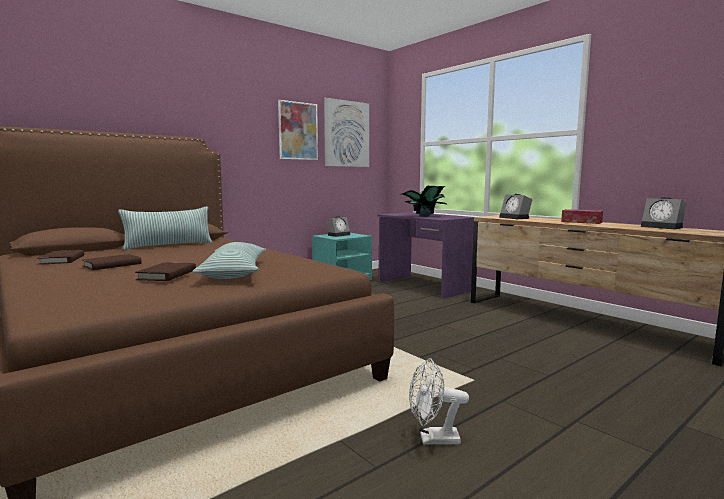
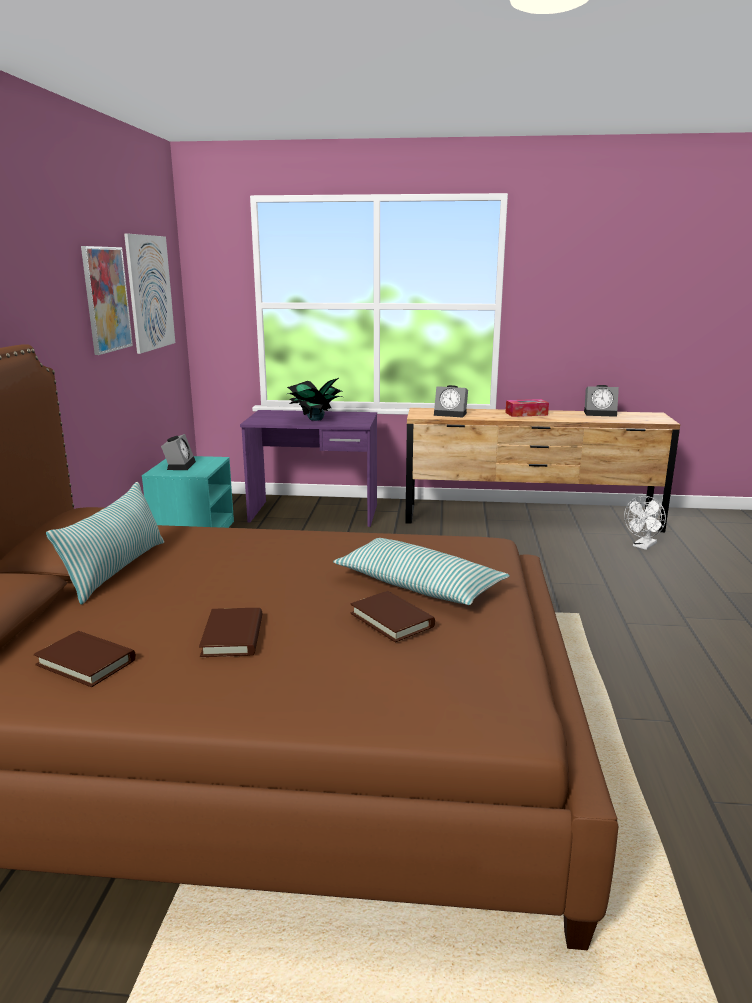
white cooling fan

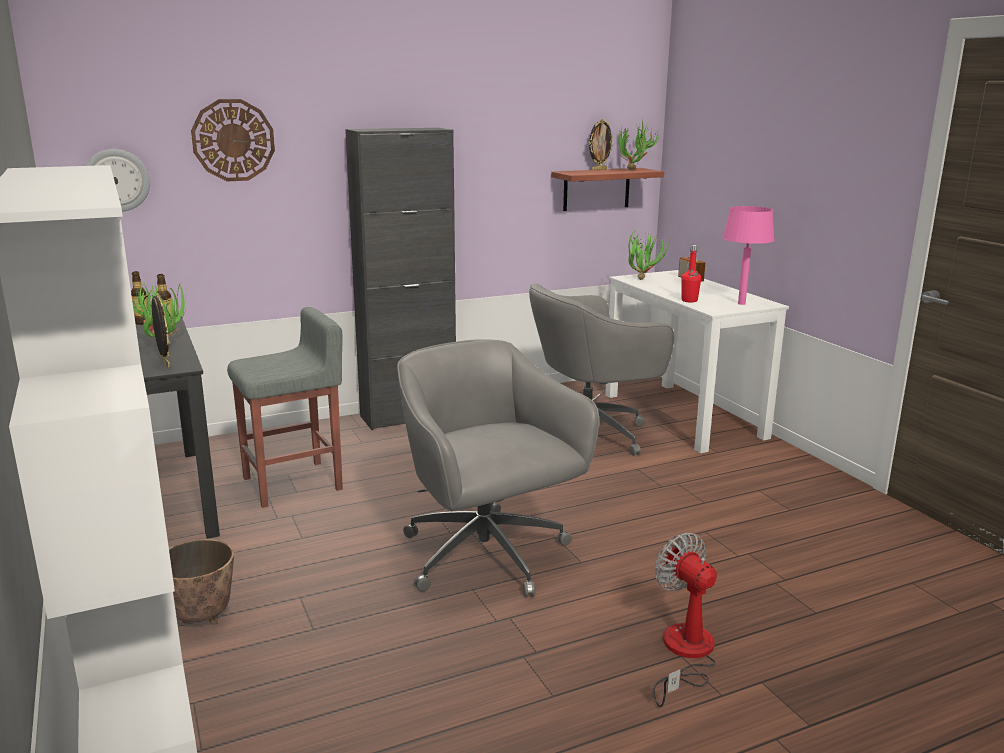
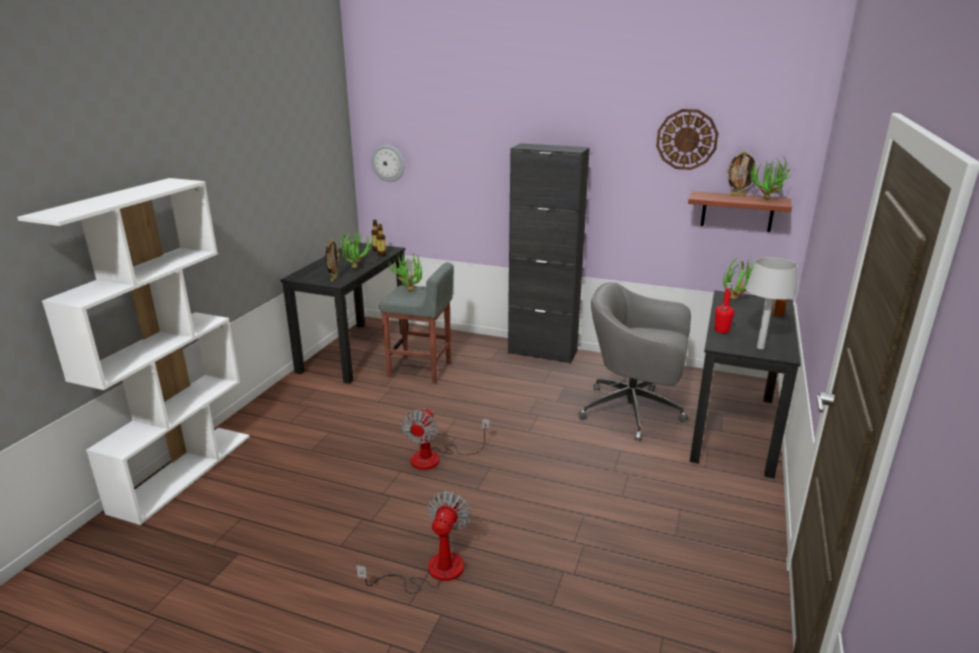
potted plant (no. 2 from left); cooling fan (no. 2 from left); hanging clock (no. 2 from left); blackish desk unit (no. 2 from left); greyish lamp for a table; flower pot

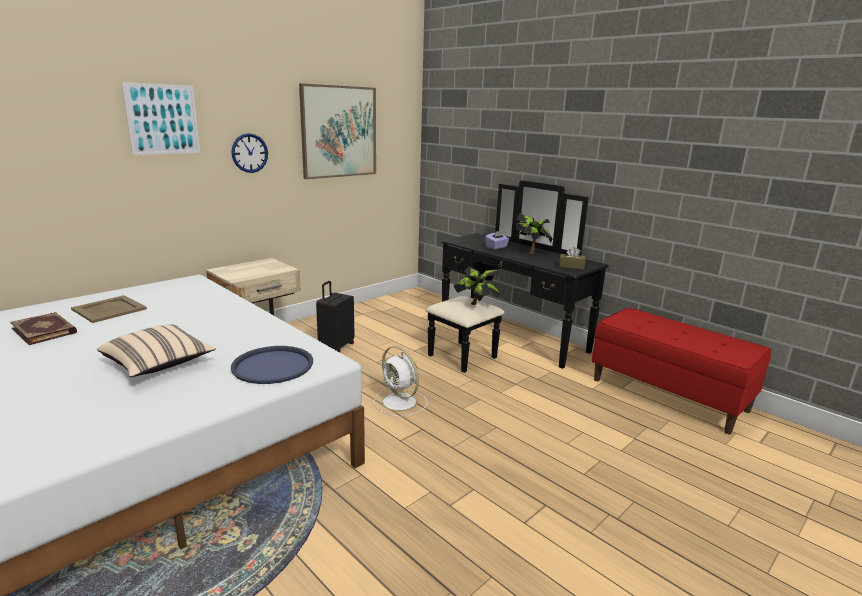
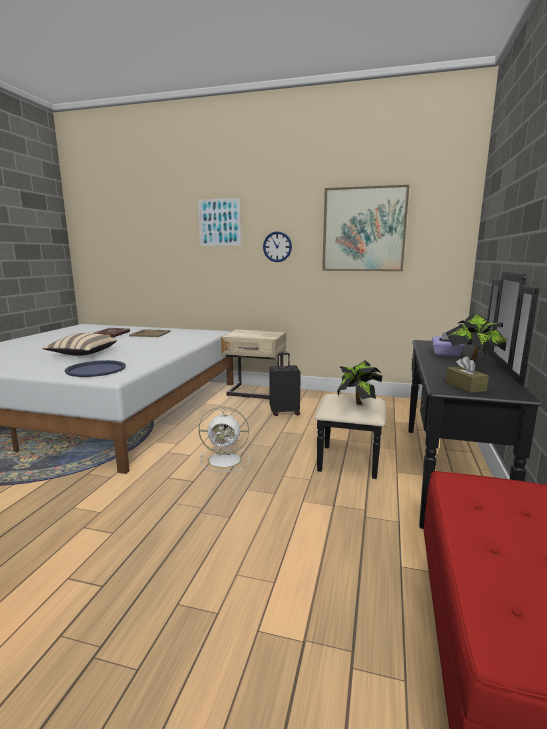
white cooling fan

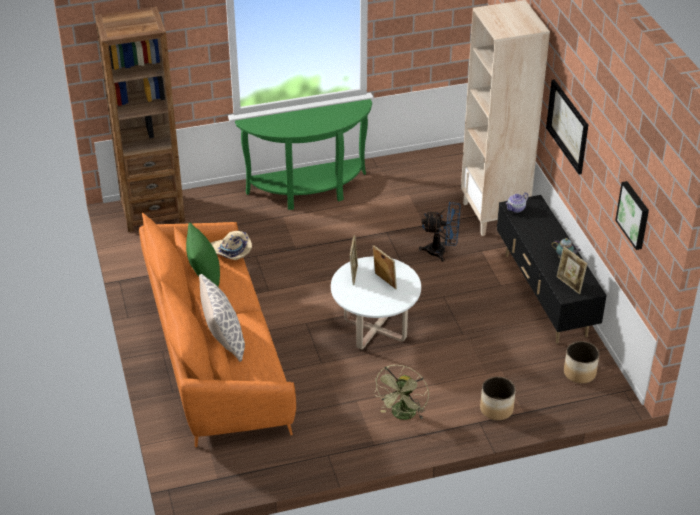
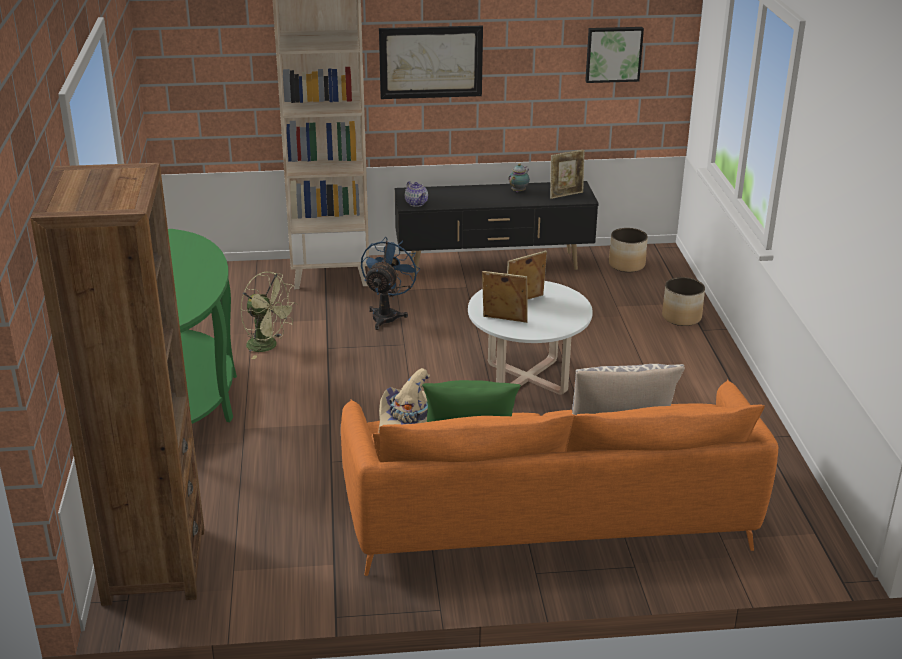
green cooling fan

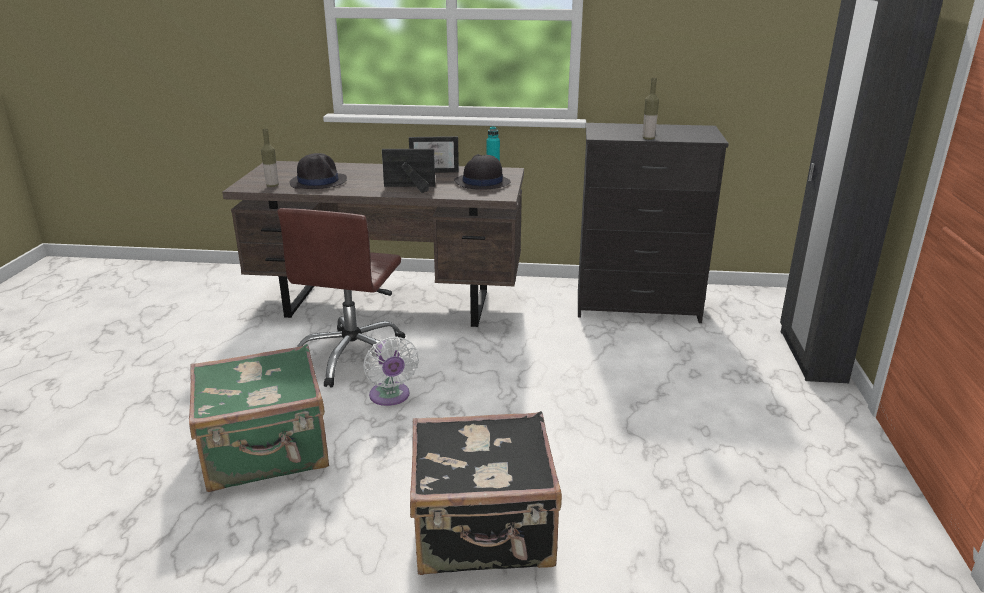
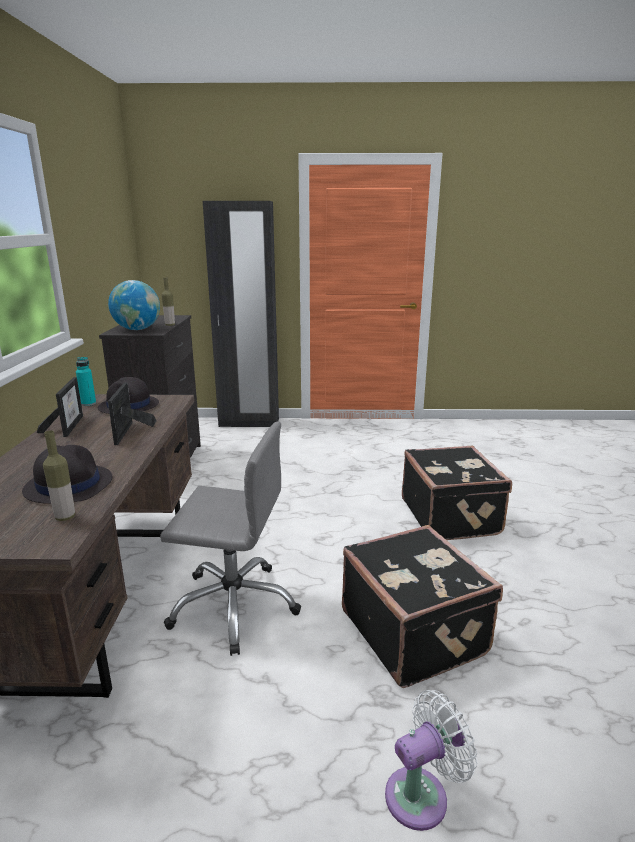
globe; greyish office chair; blackish piece of luggage (no. 1 from left); white cooling fan

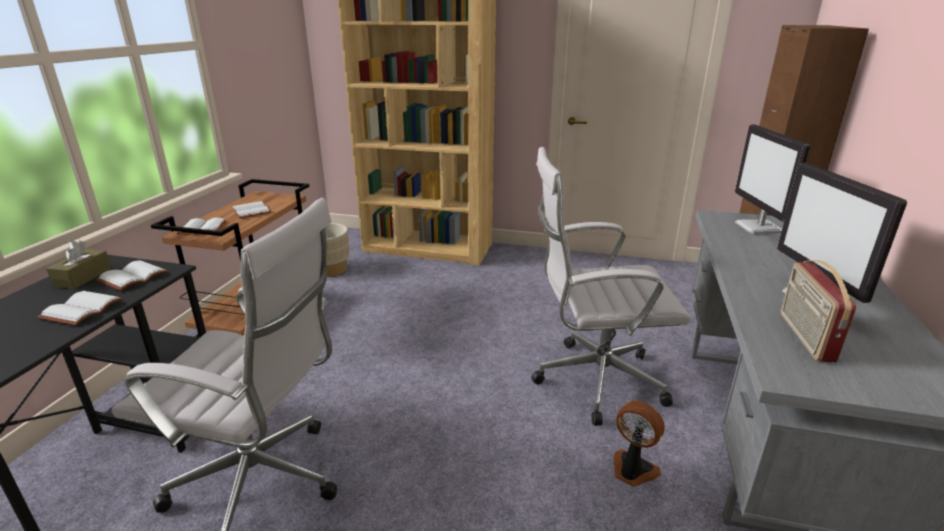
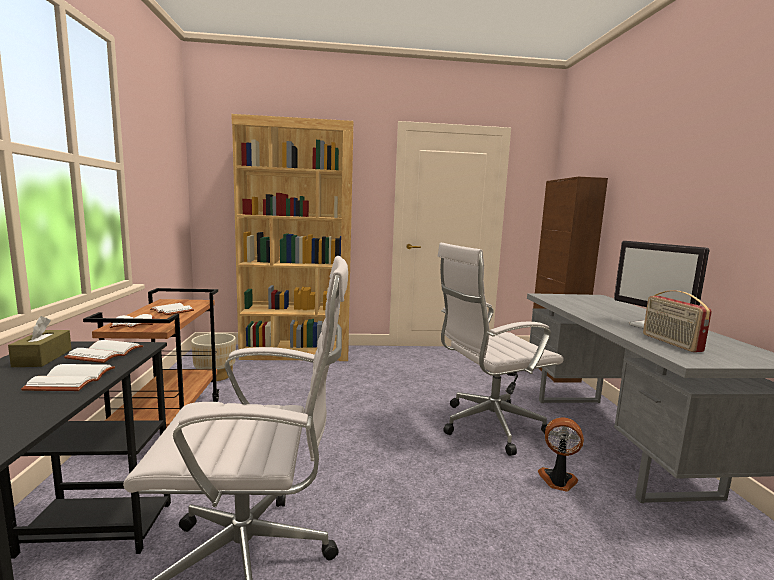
computer screen (no. 1 from left in the first image)

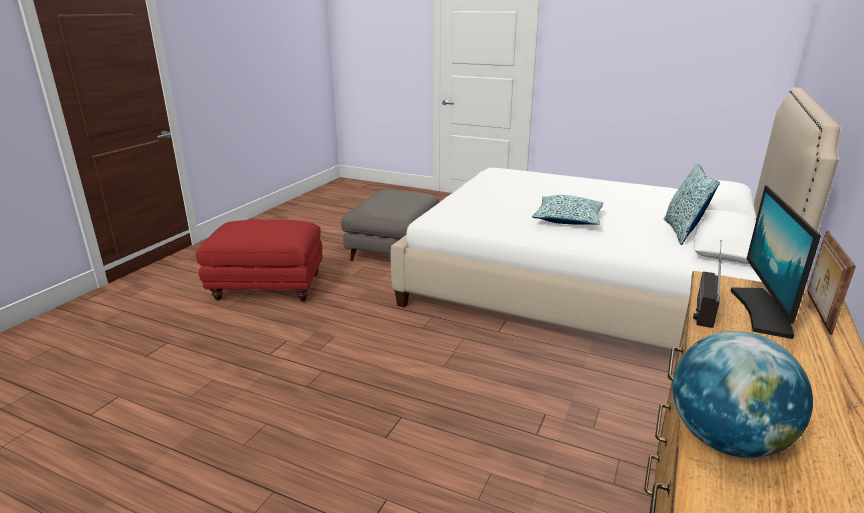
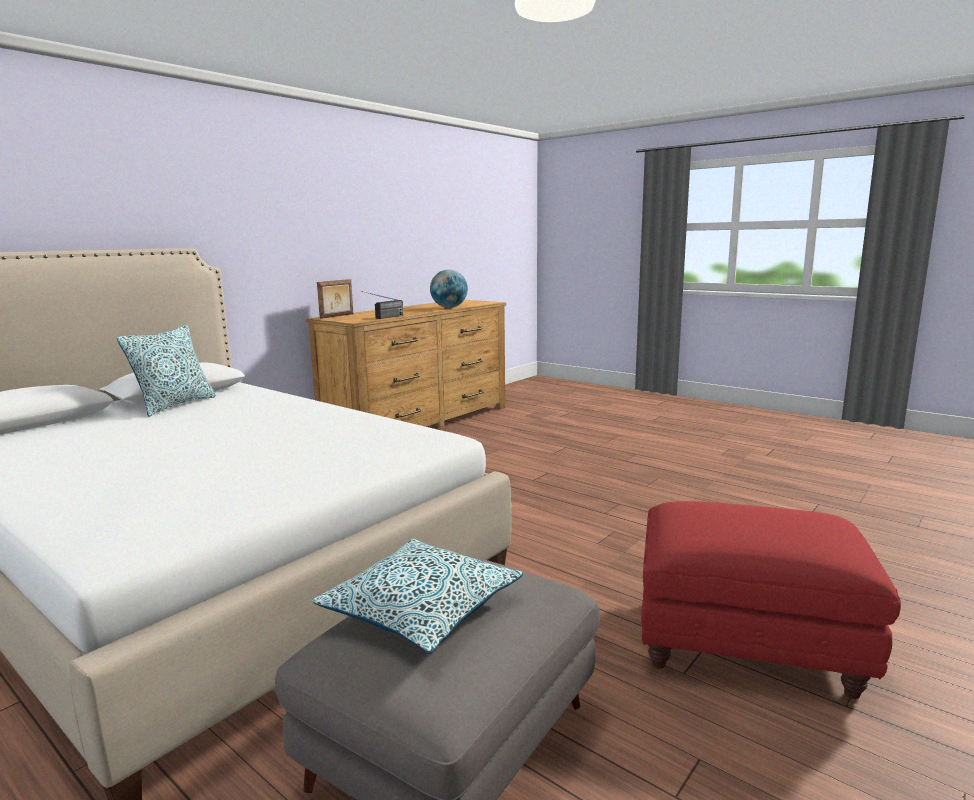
throw pillow (no. 2 from left); computer screen

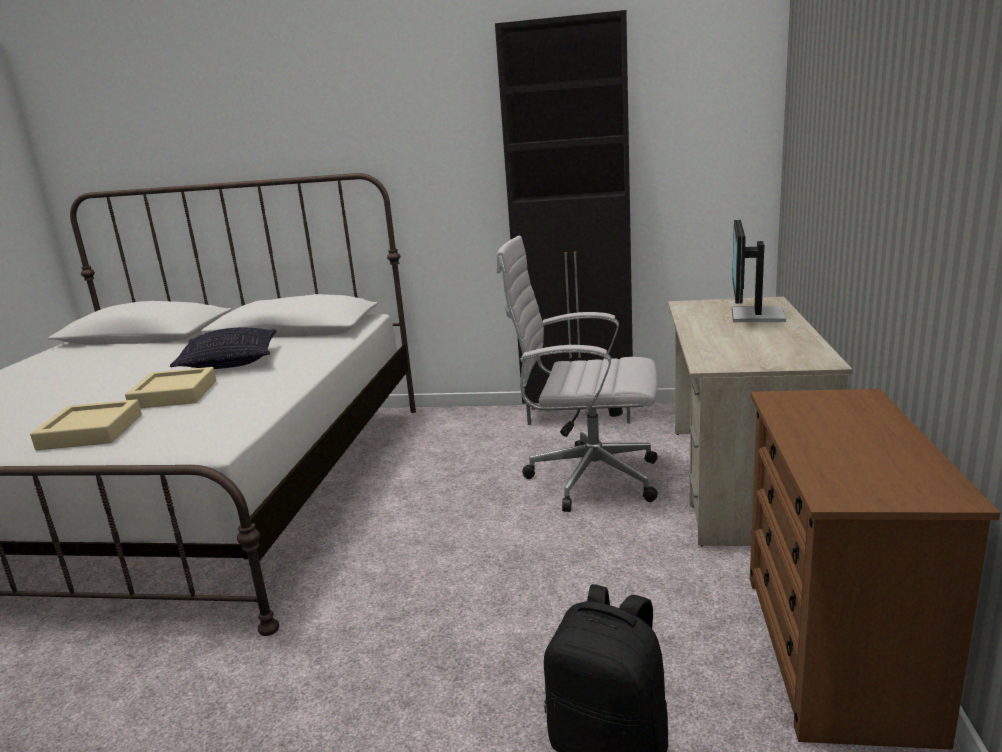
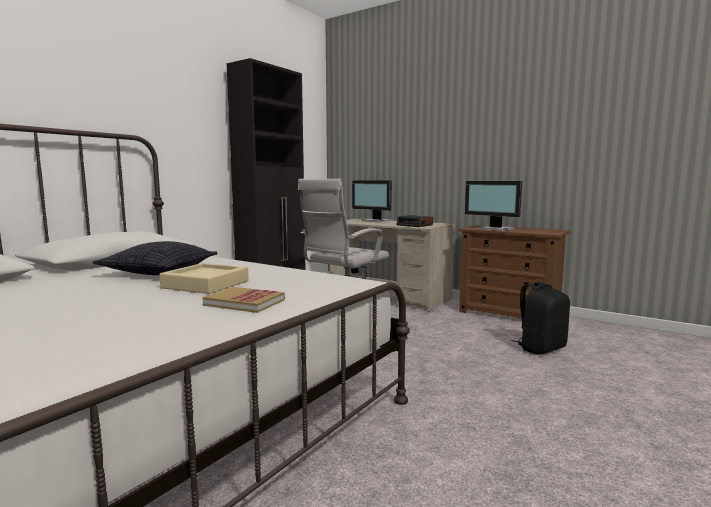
bound book; bedside clock; computer screen (no. 2 from left)

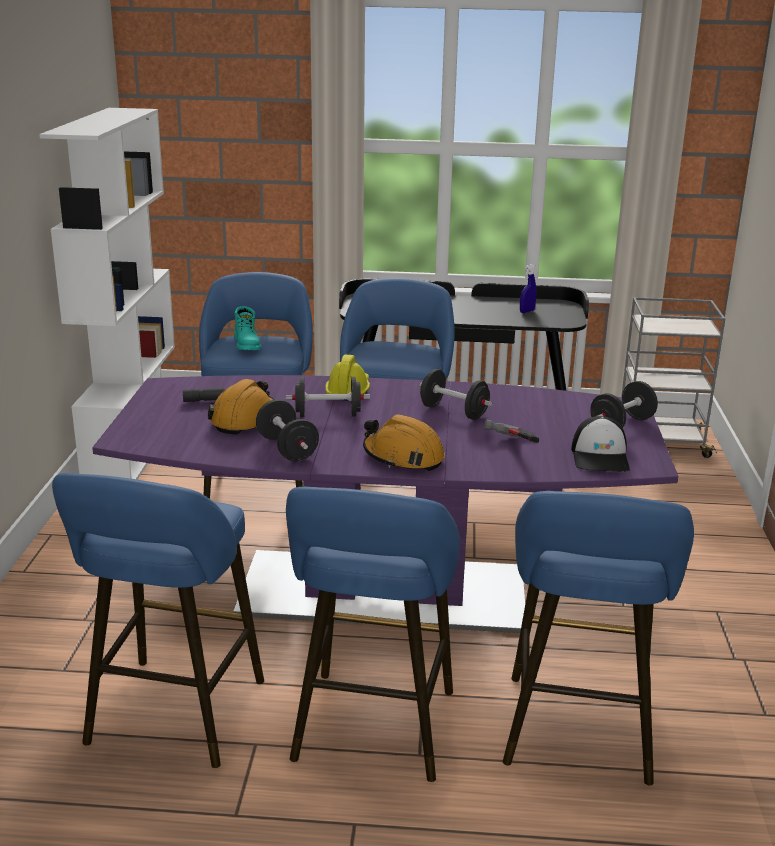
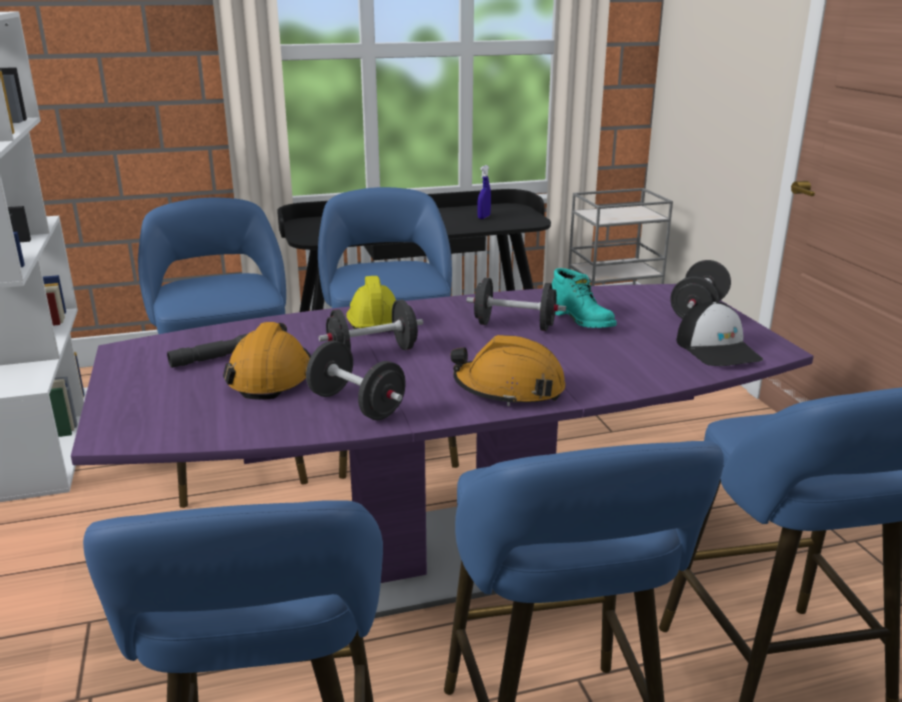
turquoise boot; hammer

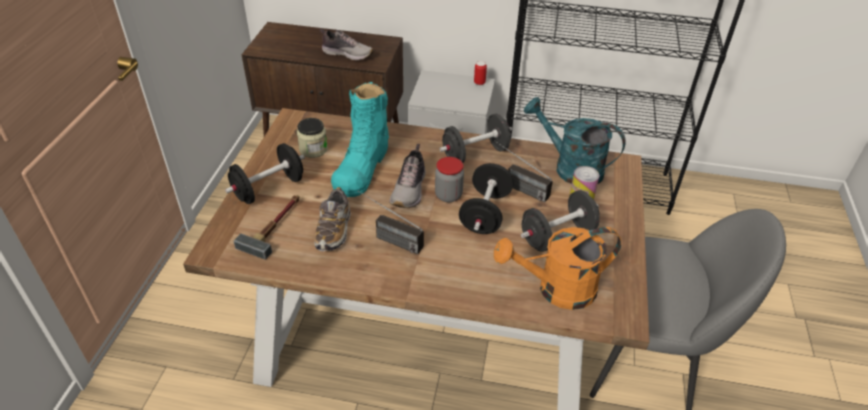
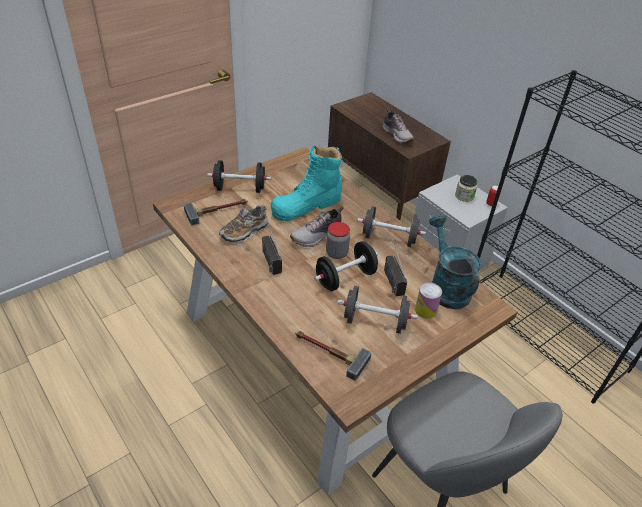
hammer (no. 2 from left); storage jar (no. 2 from left)

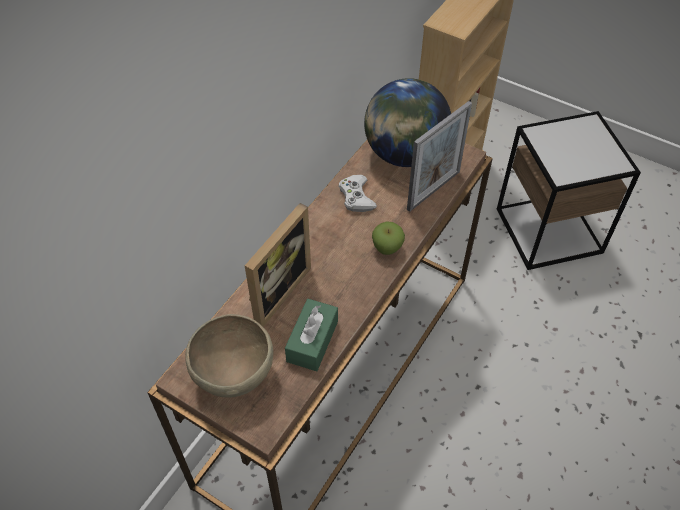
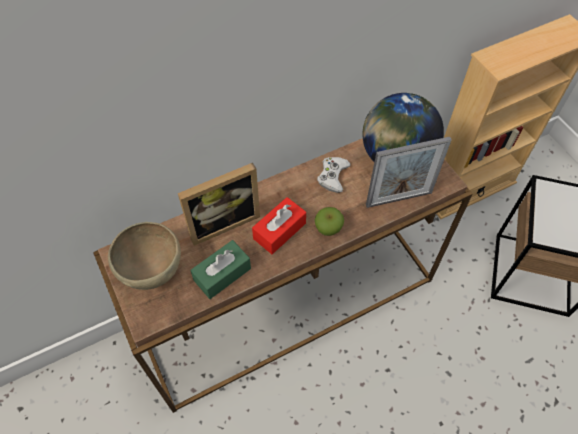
red-coloured tissue box

